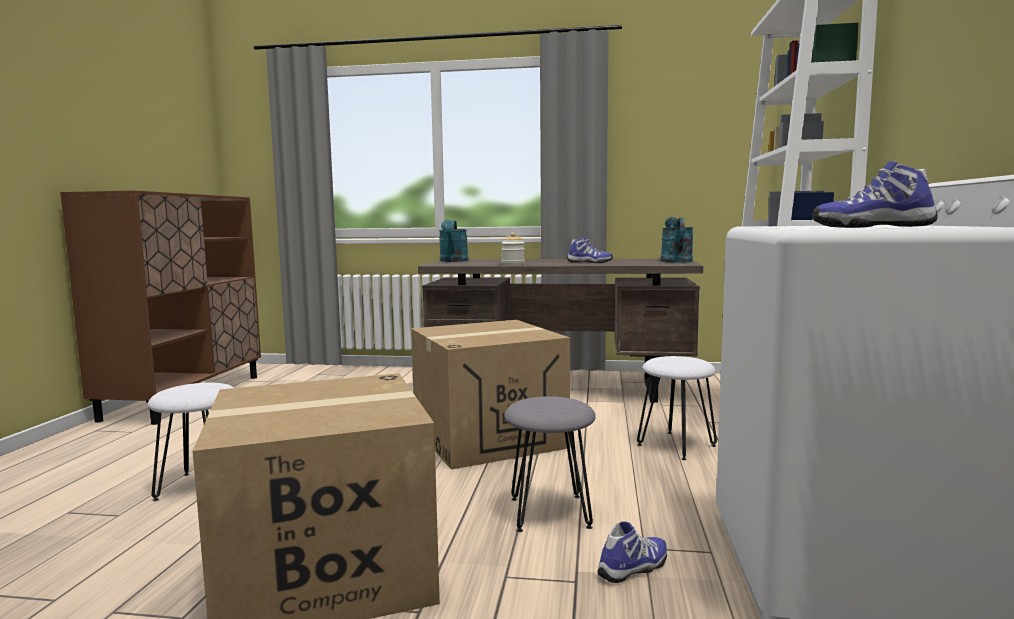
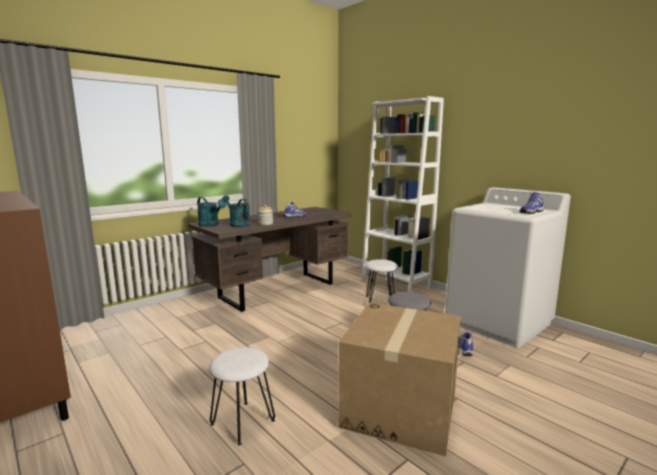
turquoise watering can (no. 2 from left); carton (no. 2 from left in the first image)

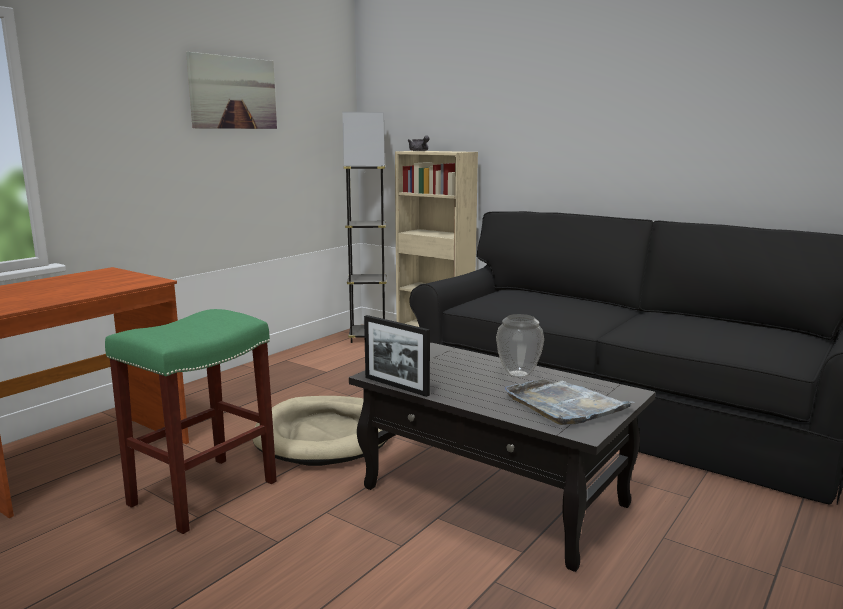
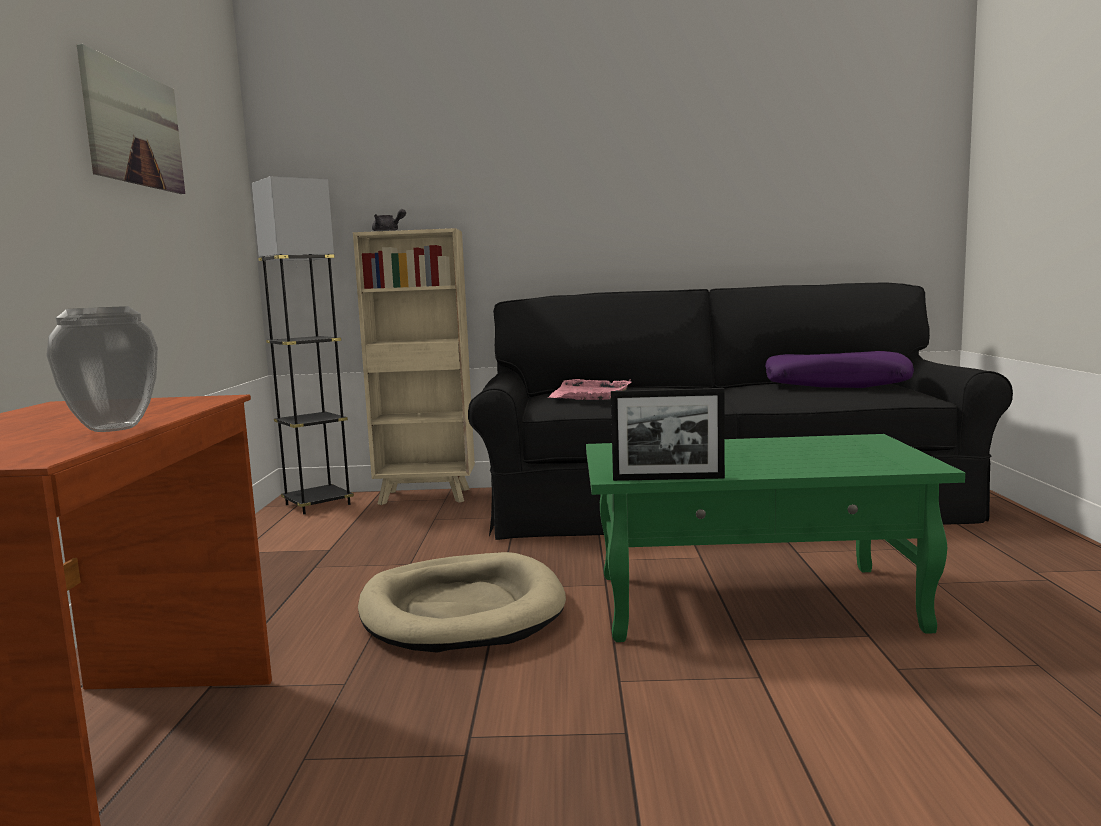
decorative vase; pink-coloured carrying tray; green low table; purple-coloured throw pillow; green sitting stool; greyish carrying tray

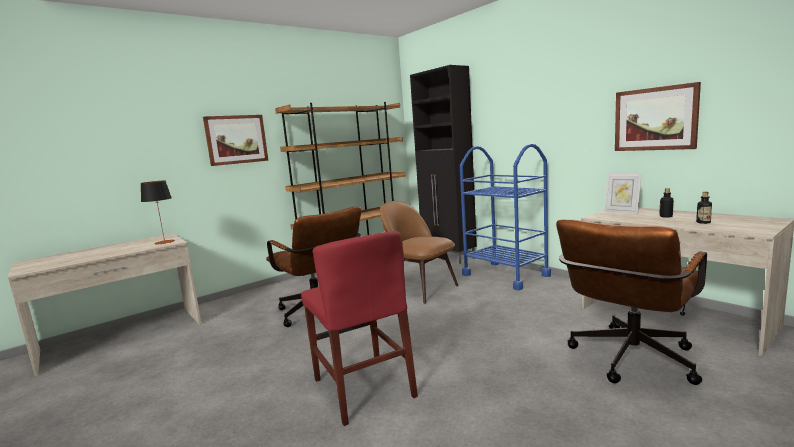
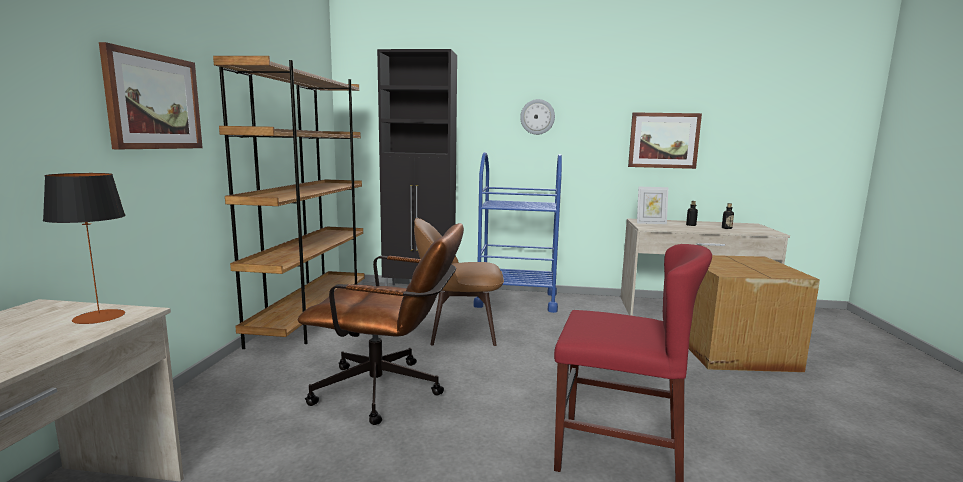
hanging clock; carton

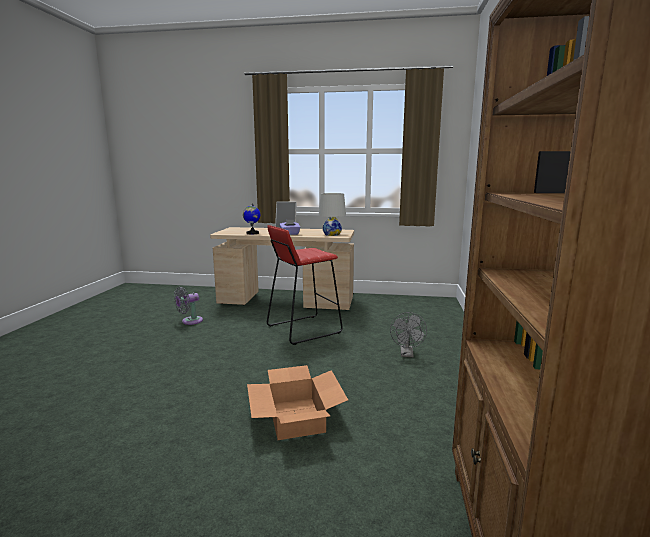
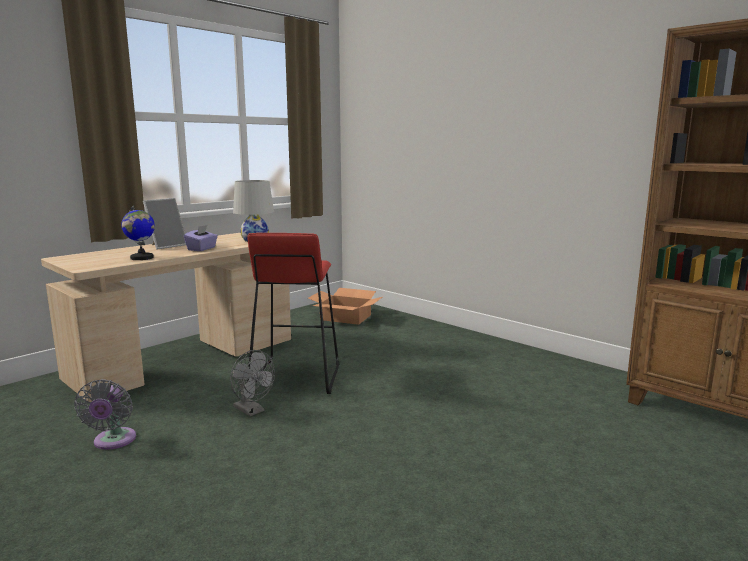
greyish cooling fan (no. 2 from left); carton

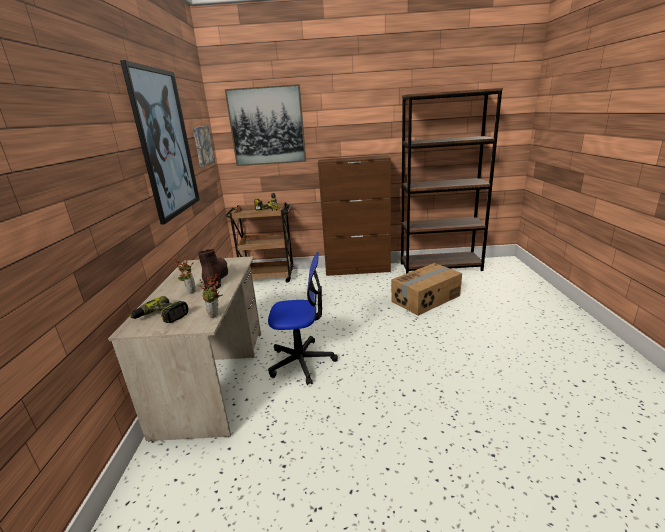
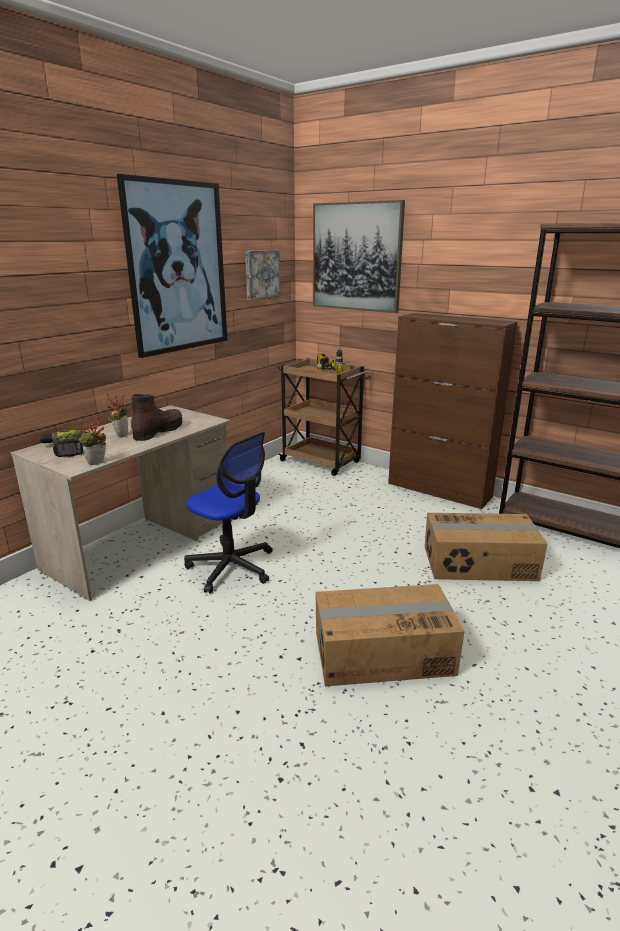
carton (no. 1 from left)

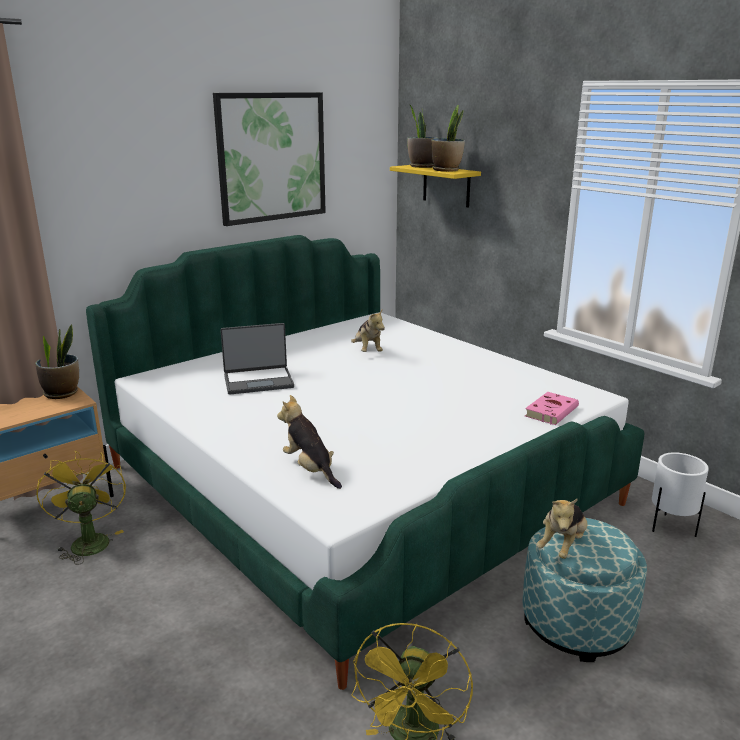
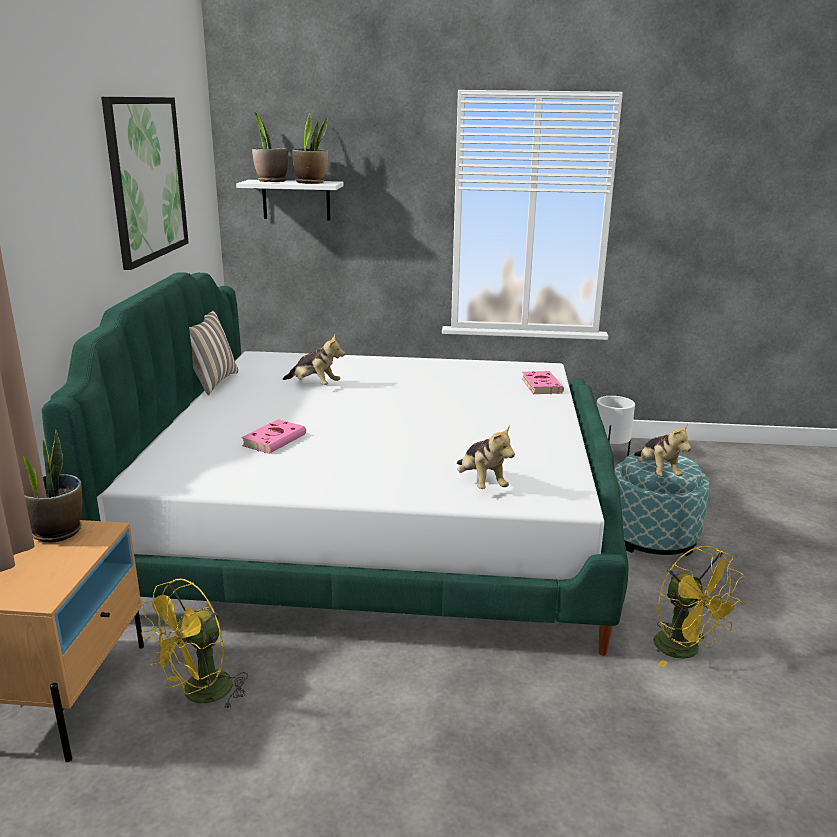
yellow-coloured cooling fan (no. 1 from left); throw pillow; white bracket shelf; pink-coloured bound book (no. 1 from left); soft toy (no. 2 from left)

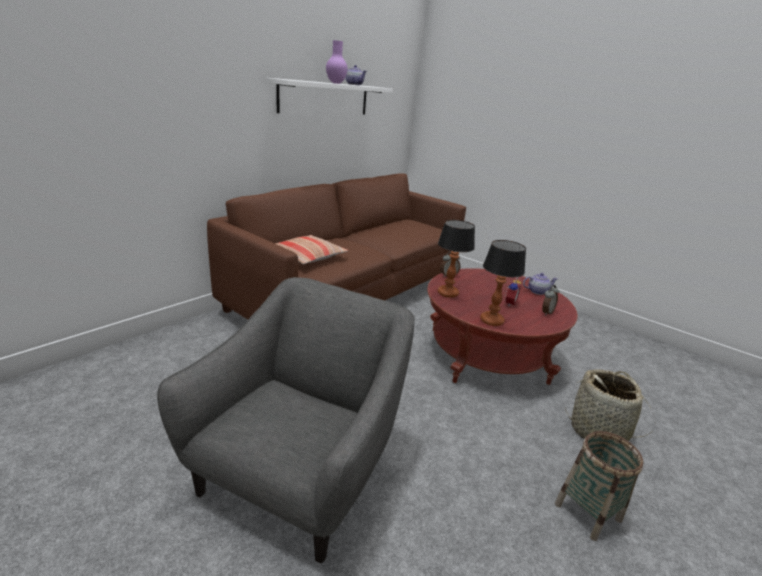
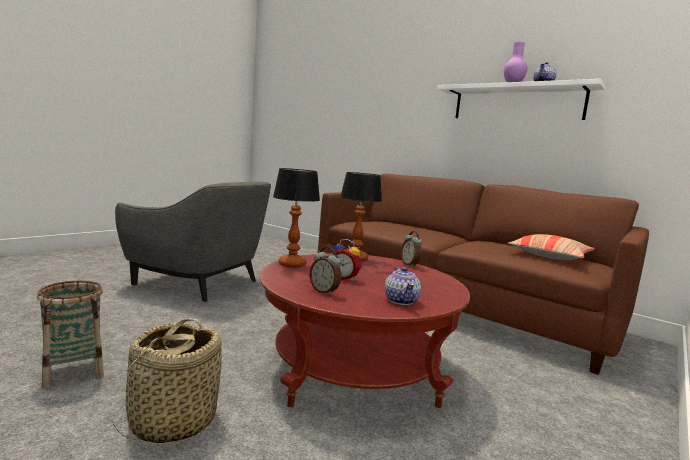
throw pillow

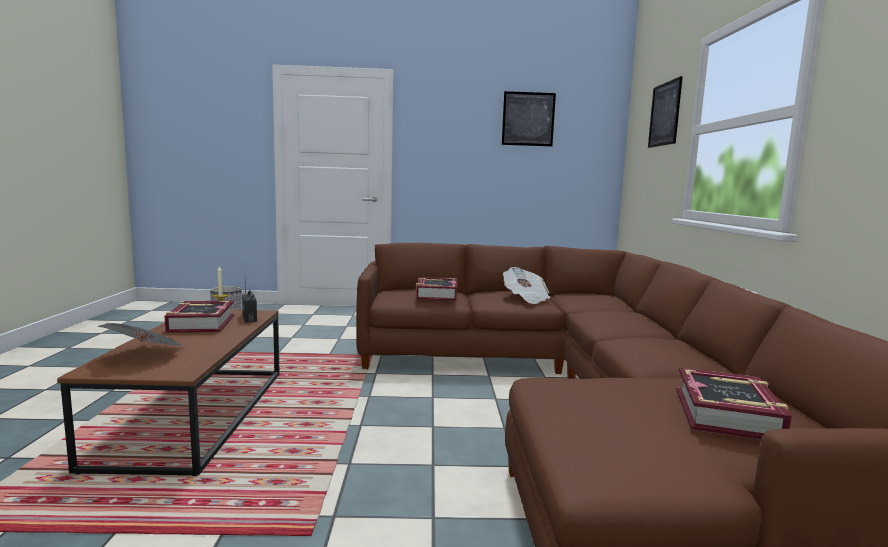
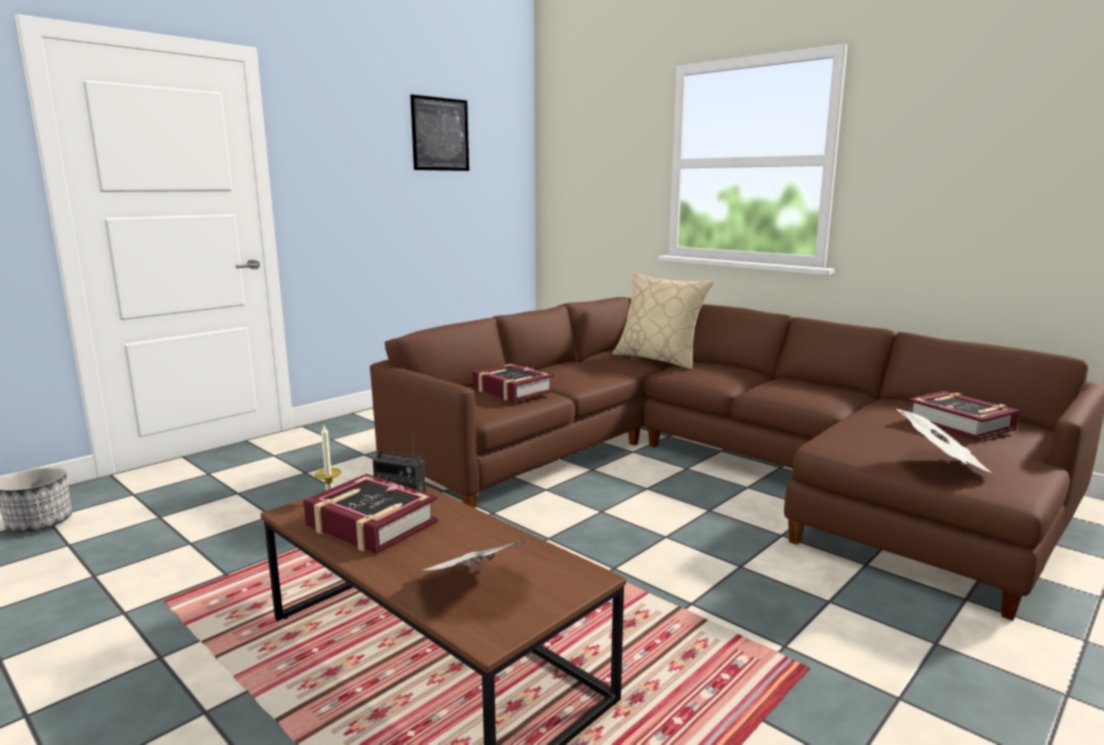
sand-coloured throw pillow; printed paper (no. 2 from left); picture (no. 2 from left in the first image)

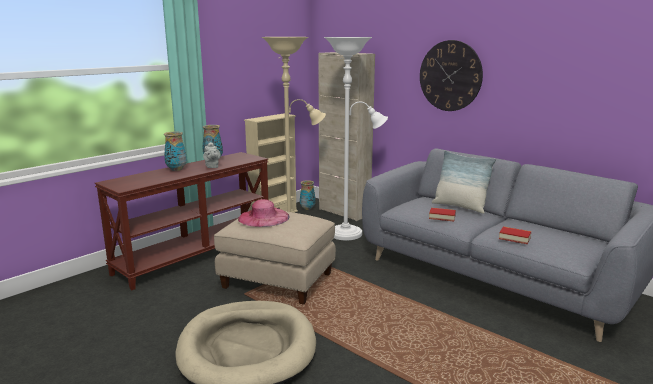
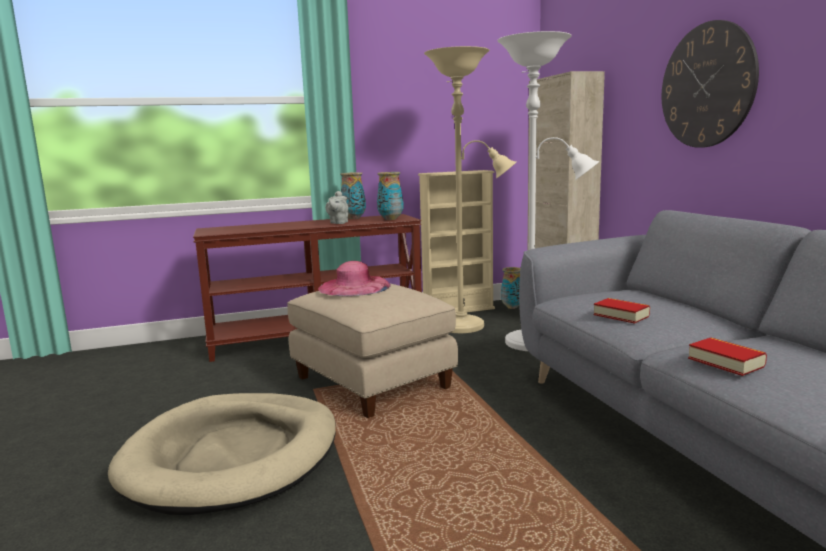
decorative vase (no. 2 from left); throw pillow

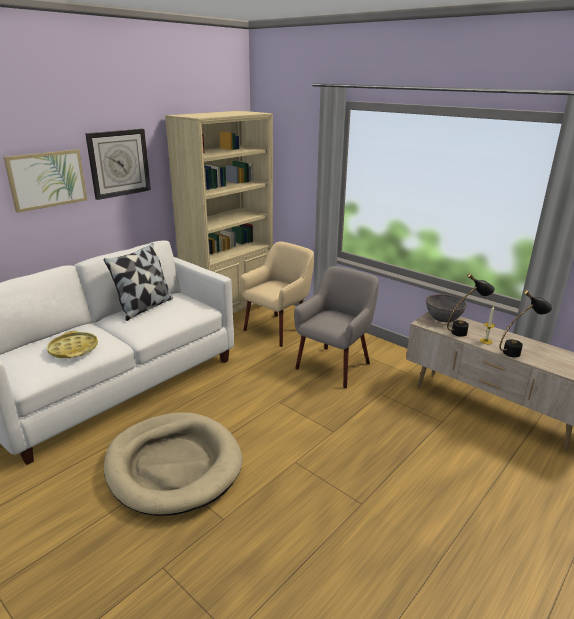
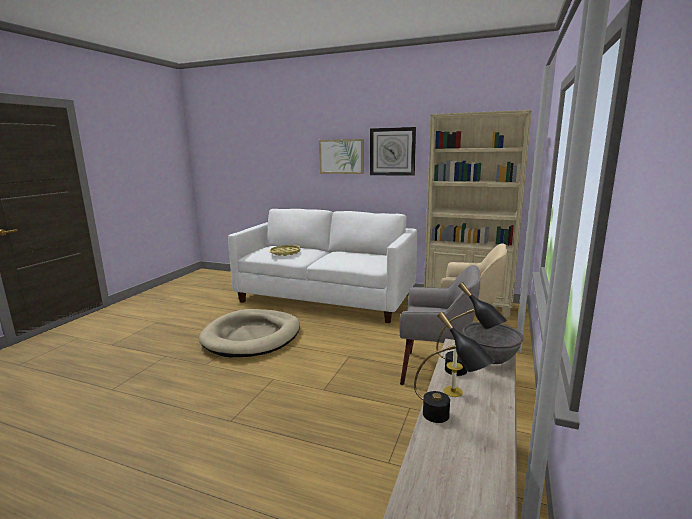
throw pillow

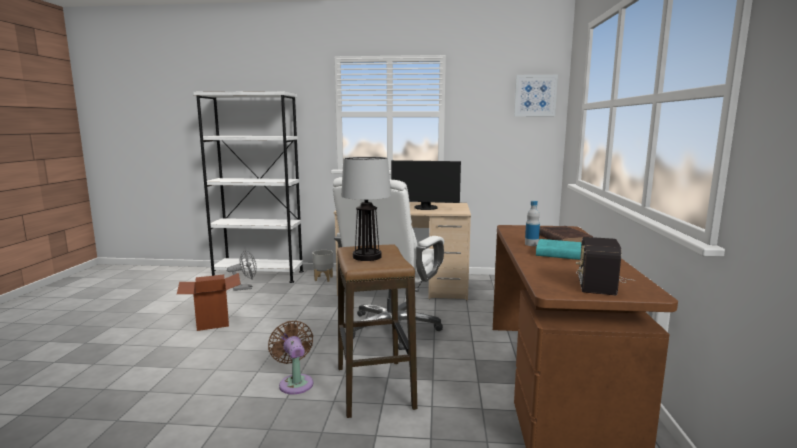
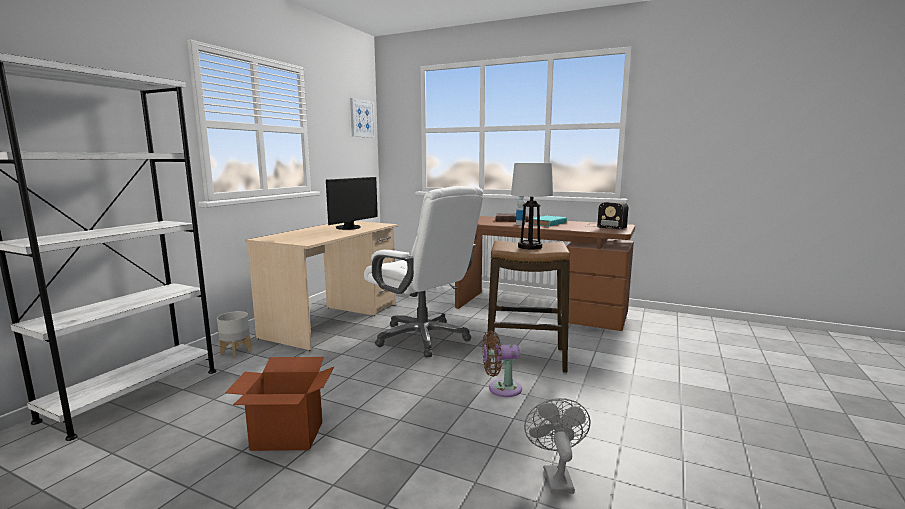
greyish cooling fan

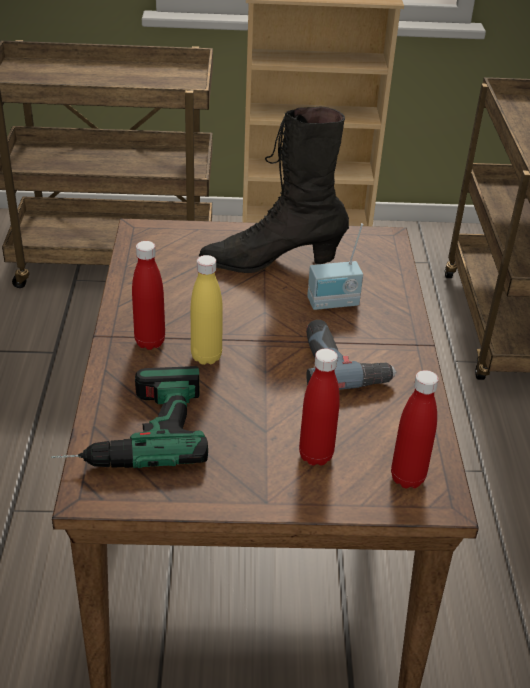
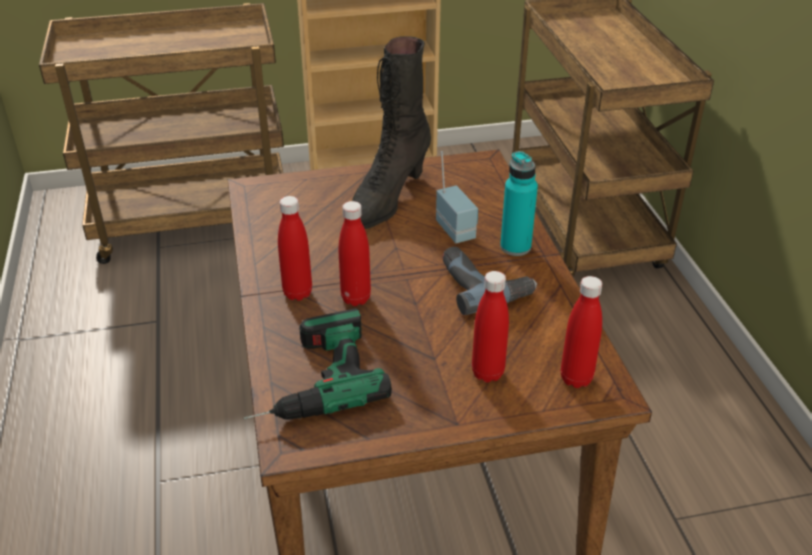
red-coloured drink bottle (no. 2 from left); blackish boot; radio set; turquoise drink bottle

